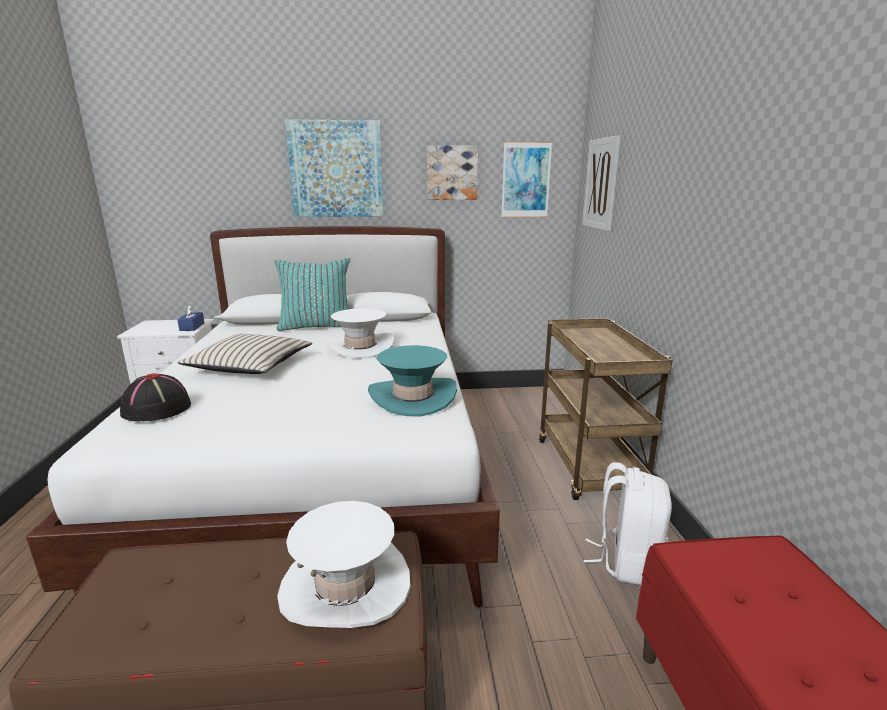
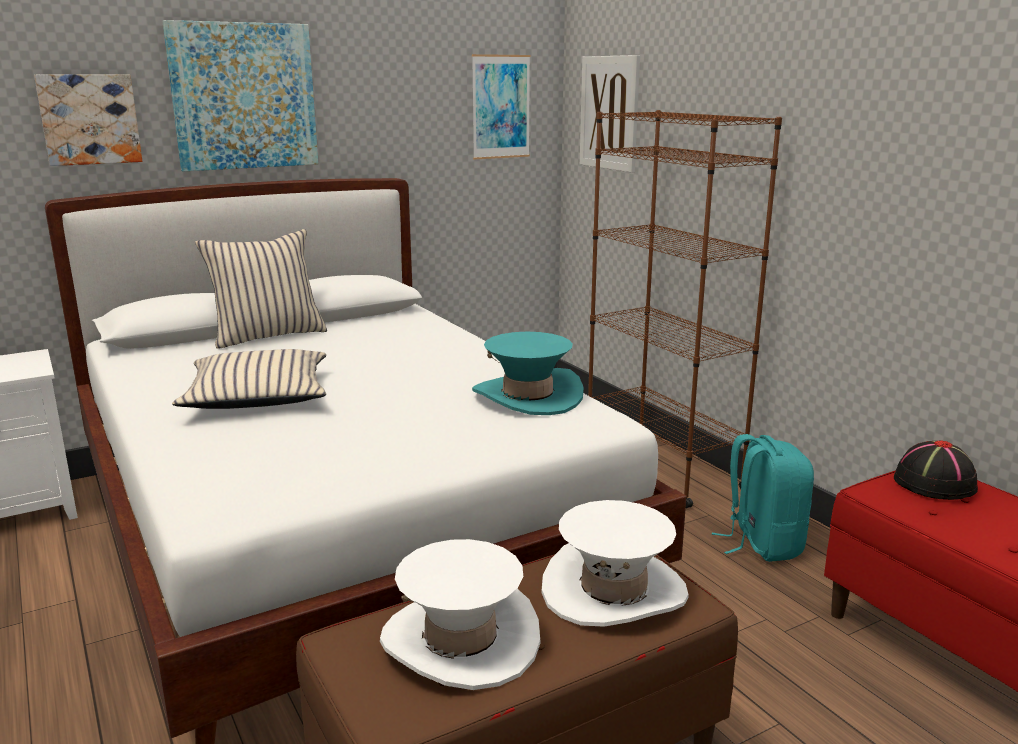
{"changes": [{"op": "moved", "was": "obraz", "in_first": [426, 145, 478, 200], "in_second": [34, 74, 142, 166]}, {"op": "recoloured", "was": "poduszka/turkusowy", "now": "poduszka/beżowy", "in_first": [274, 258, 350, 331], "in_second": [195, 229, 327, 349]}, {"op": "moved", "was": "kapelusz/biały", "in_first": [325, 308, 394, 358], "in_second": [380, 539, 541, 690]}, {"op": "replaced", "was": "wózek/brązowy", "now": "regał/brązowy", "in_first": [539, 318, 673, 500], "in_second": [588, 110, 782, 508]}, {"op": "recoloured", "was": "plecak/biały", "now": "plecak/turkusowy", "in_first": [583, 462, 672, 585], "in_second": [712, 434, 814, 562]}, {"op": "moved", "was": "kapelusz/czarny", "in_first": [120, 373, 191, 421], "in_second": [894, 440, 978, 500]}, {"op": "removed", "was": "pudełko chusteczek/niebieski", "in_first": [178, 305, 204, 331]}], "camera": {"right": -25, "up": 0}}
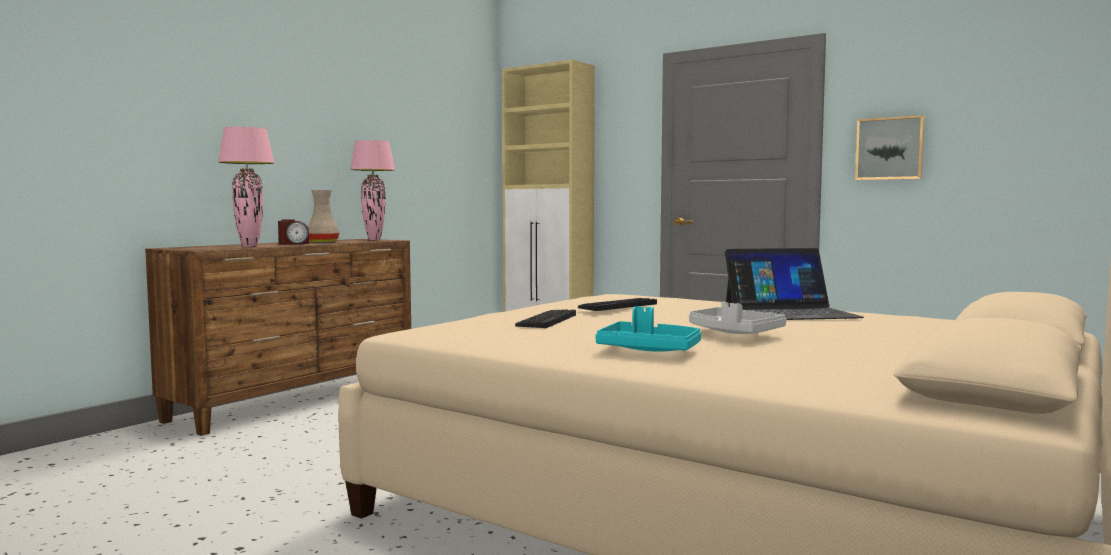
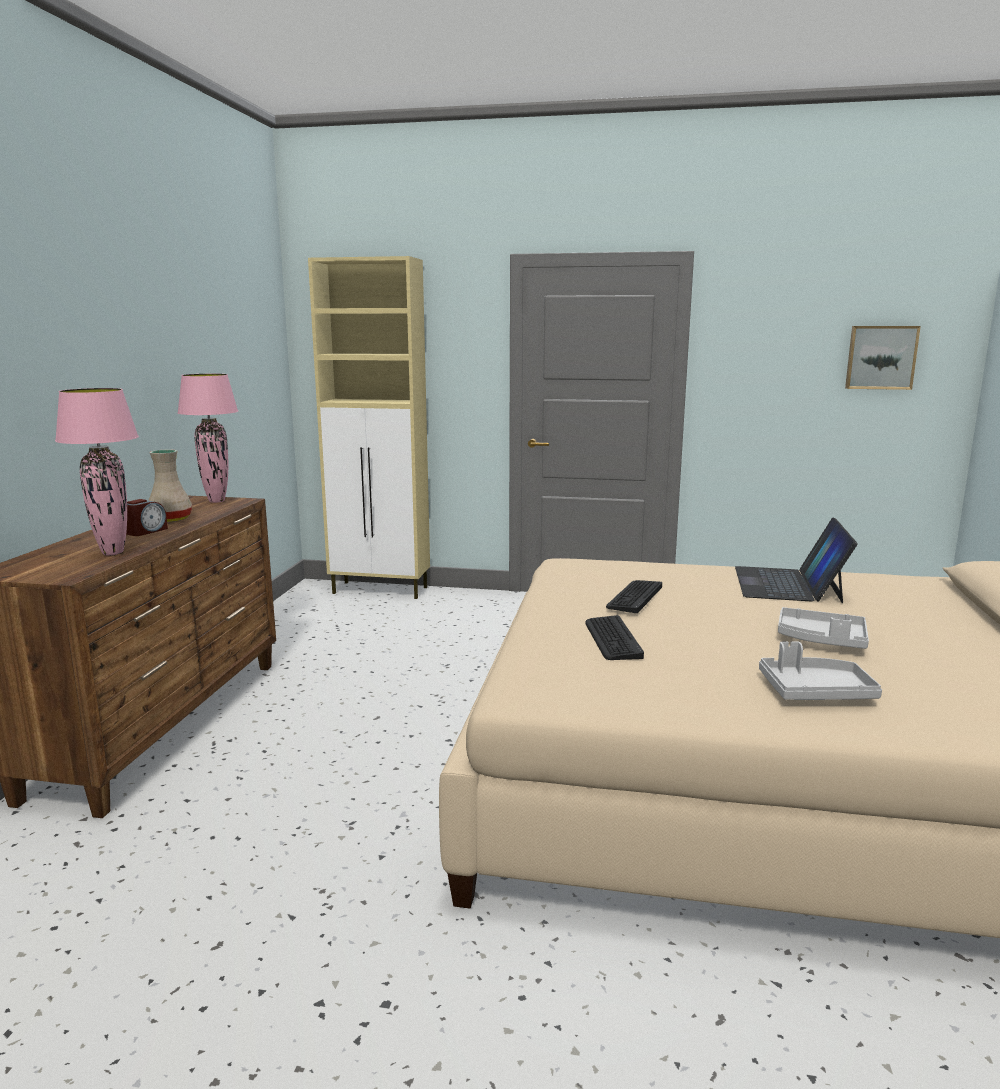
{"changes": [{"op": "turned", "was": "laptop", "in_first": [725, 248, 864, 320], "in_second": [735, 518, 858, 603], "clockwise": 135}, {"op": "recoloured", "was": "taca/turkusowy", "now": "taca/szary", "in_first": [595, 306, 701, 352], "in_second": [759, 641, 882, 700]}, {"op": "moved", "was": "obraz", "in_first": [855, 115, 925, 180], "in_second": [845, 326, 921, 390]}], "camera": {"right": -25, "up": 10}}
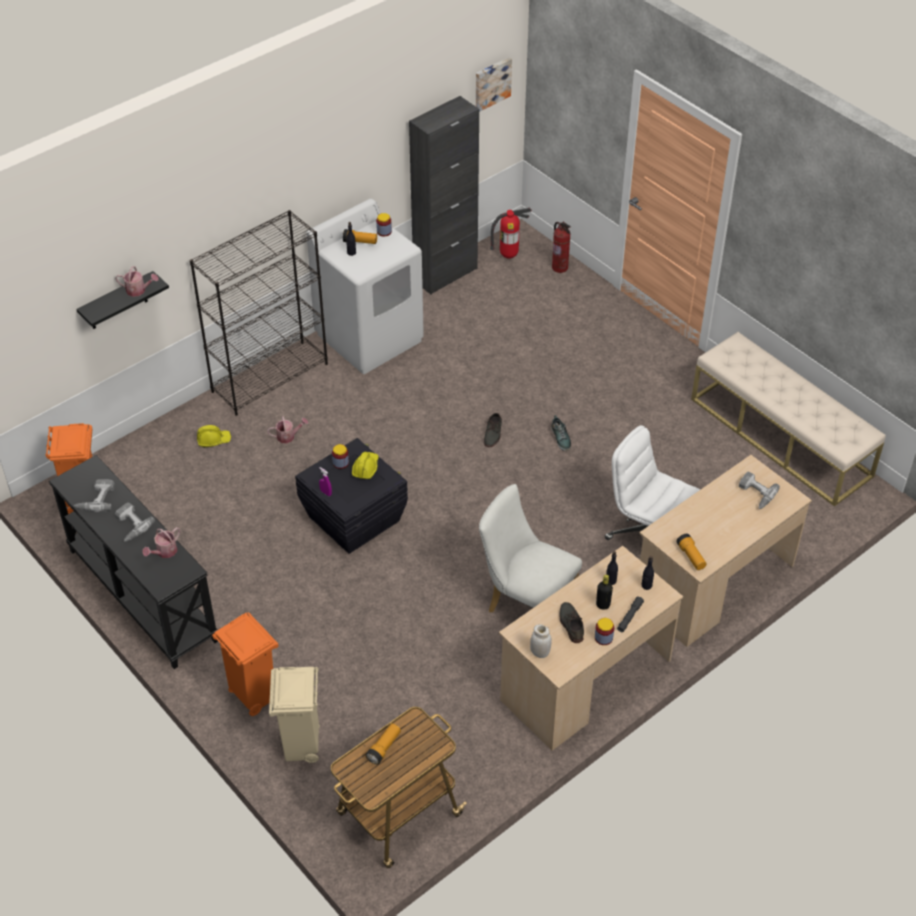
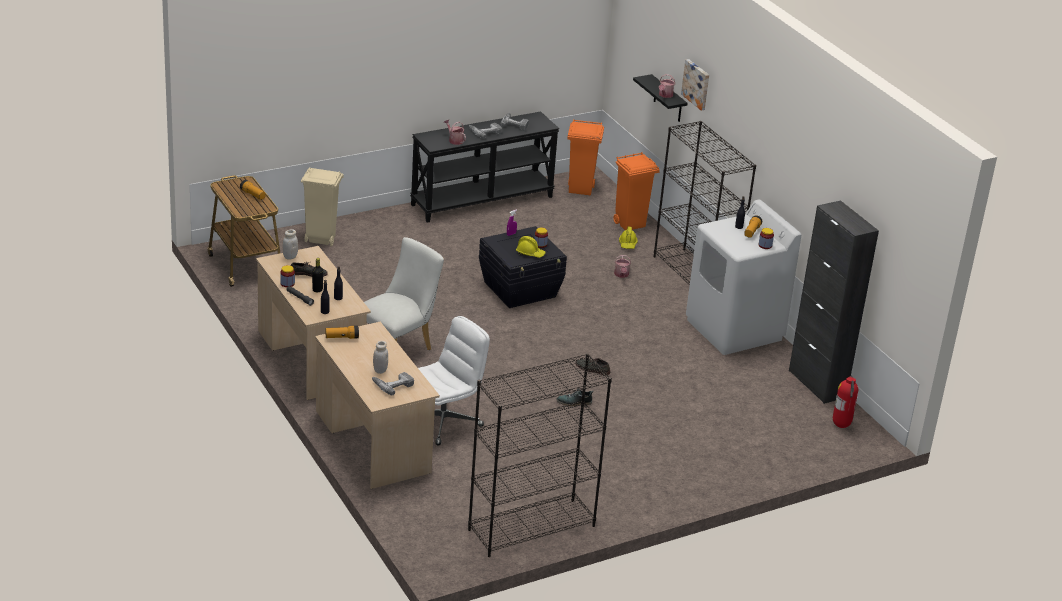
{"changes": [{"op": "added", "now": "słoik/biały", "in_second": [373, 341, 388, 374]}, {"op": "replaced", "was": "ławka/beżowy", "now": "regał/czarny", "in_first": [691, 332, 886, 506], "in_second": [468, 353, 612, 557]}, {"op": "moved", "was": "kosz na śmieci/pomarańczowy", "in_first": [212, 612, 279, 716], "in_second": [613, 152, 660, 230]}, {"op": "moved", "was": "obraz", "in_first": [476, 57, 512, 112], "in_second": [681, 59, 709, 111]}, {"op": "removed", "was": "gaśnica", "in_first": [552, 222, 571, 273]}], "camera": {"right": 100, "up": -15}}
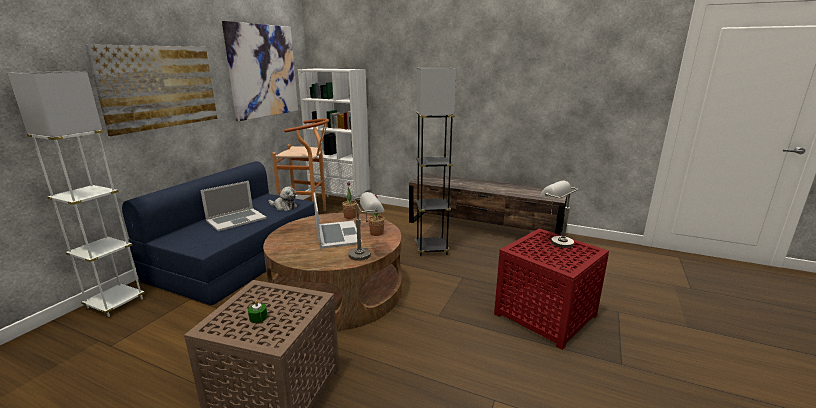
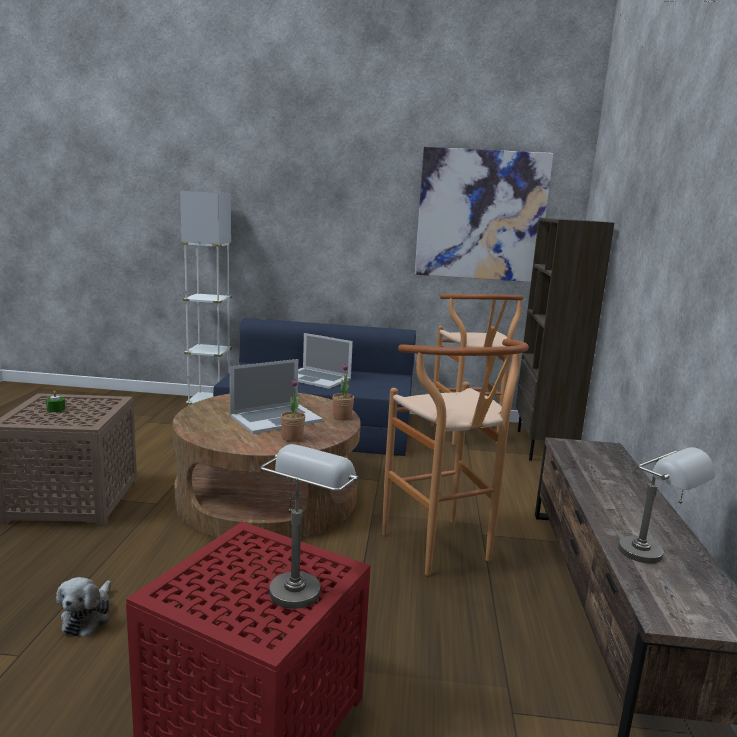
{"changes": [{"op": "moved", "was": "pluszak", "in_first": [269, 186, 297, 211], "in_second": [56, 577, 111, 636]}, {"op": "replaced", "was": "lampa stojąca/szary", "now": "stołek/brązowy", "in_first": [415, 67, 456, 256], "in_second": [382, 339, 529, 576]}, {"op": "recoloured", "was": "regał/biały", "now": "regał/brązowy", "in_first": [298, 69, 370, 202], "in_second": [516, 217, 614, 461]}, {"op": "moved", "was": "lampa stołowa/szary", "in_first": [349, 192, 384, 261], "in_second": [618, 447, 715, 564]}, {"op": "removed", "was": "obraz", "in_first": [85, 44, 217, 136]}], "camera": {"right": 70, "up": -5}}
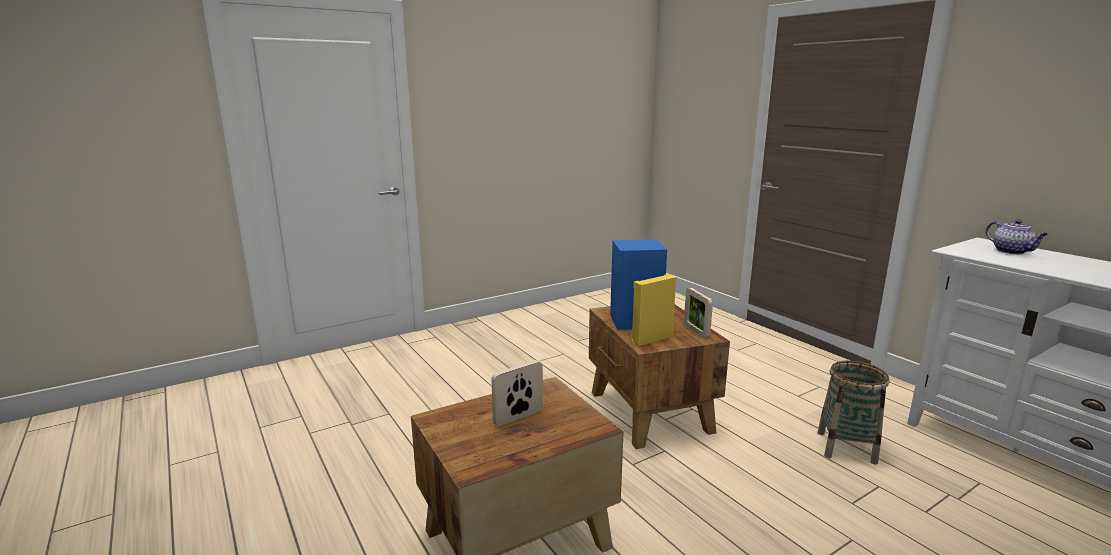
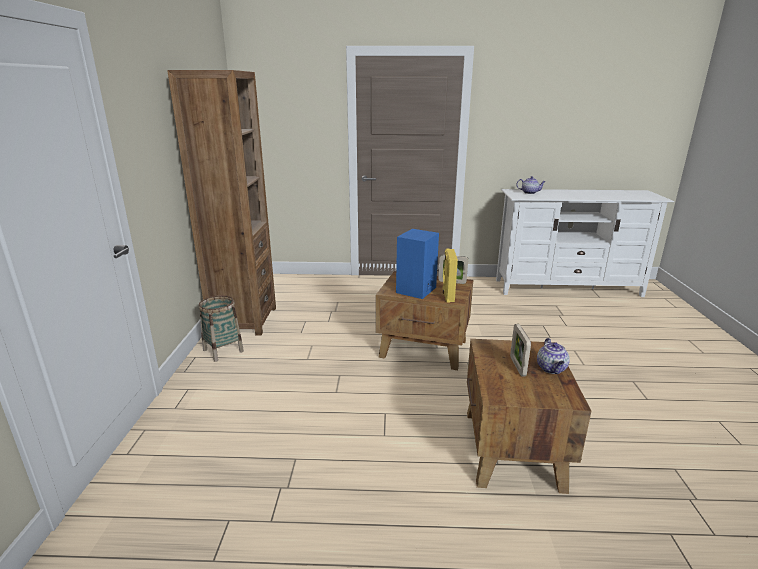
{"changes": [{"op": "added", "now": "regał/brązowy", "in_second": [167, 70, 276, 336]}, {"op": "moved", "was": "koszyk", "in_first": [818, 361, 890, 465], "in_second": [199, 295, 244, 362]}, {"op": "added", "now": "imbryk", "in_second": [537, 338, 570, 374]}], "camera": {"right": -55, "up": 5}}
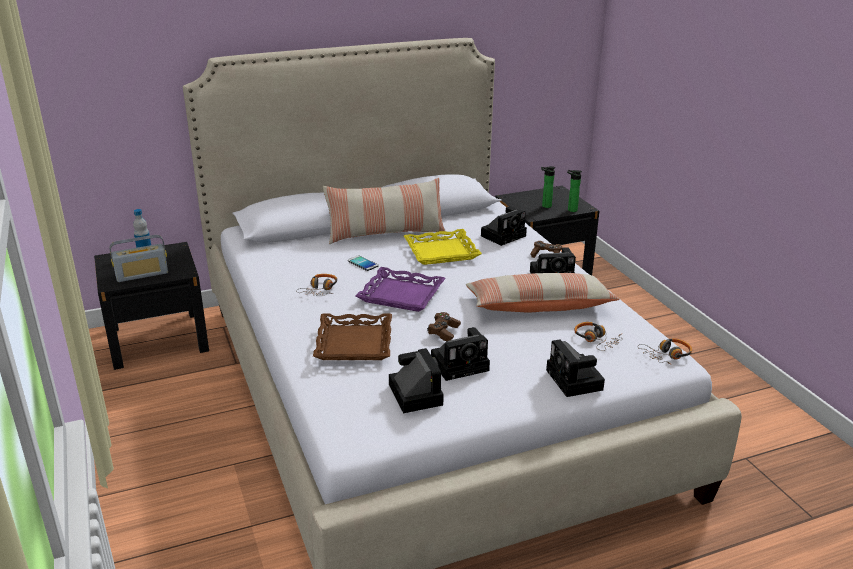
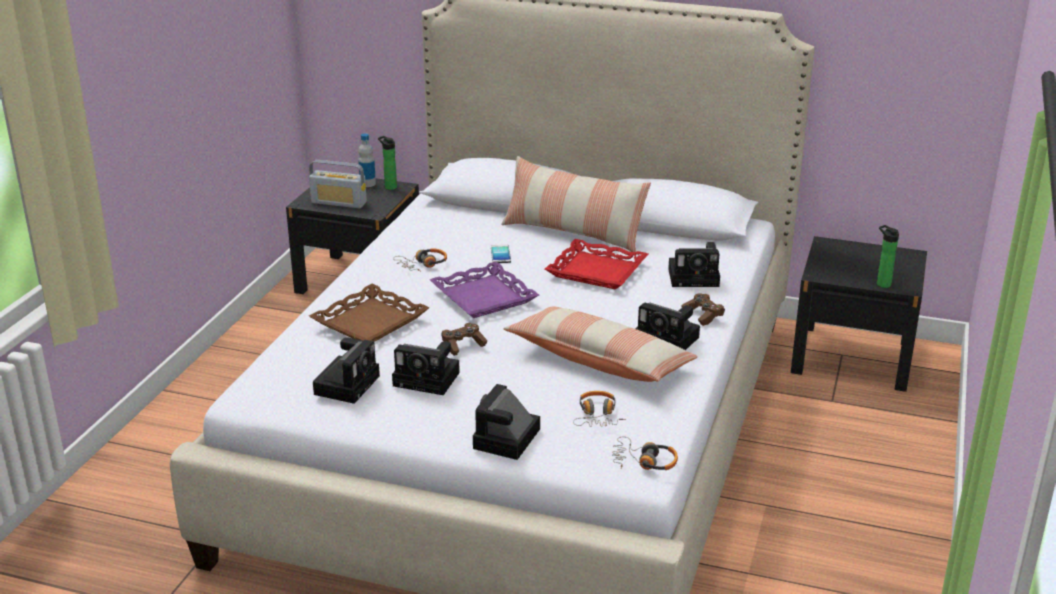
{"changes": [{"op": "moved", "was": "butelka", "in_first": [541, 166, 555, 208], "in_second": [378, 136, 397, 190]}, {"op": "recoloured", "was": "taca/żółty", "now": "taca/czerwony", "in_first": [404, 229, 482, 265], "in_second": [545, 239, 648, 289]}], "camera": {"right": 40, "up": 0}}
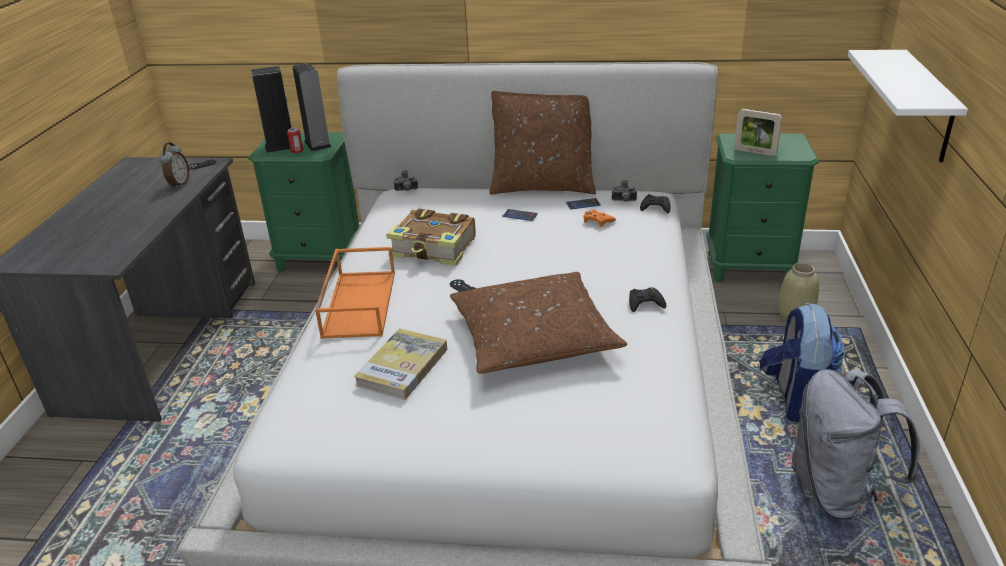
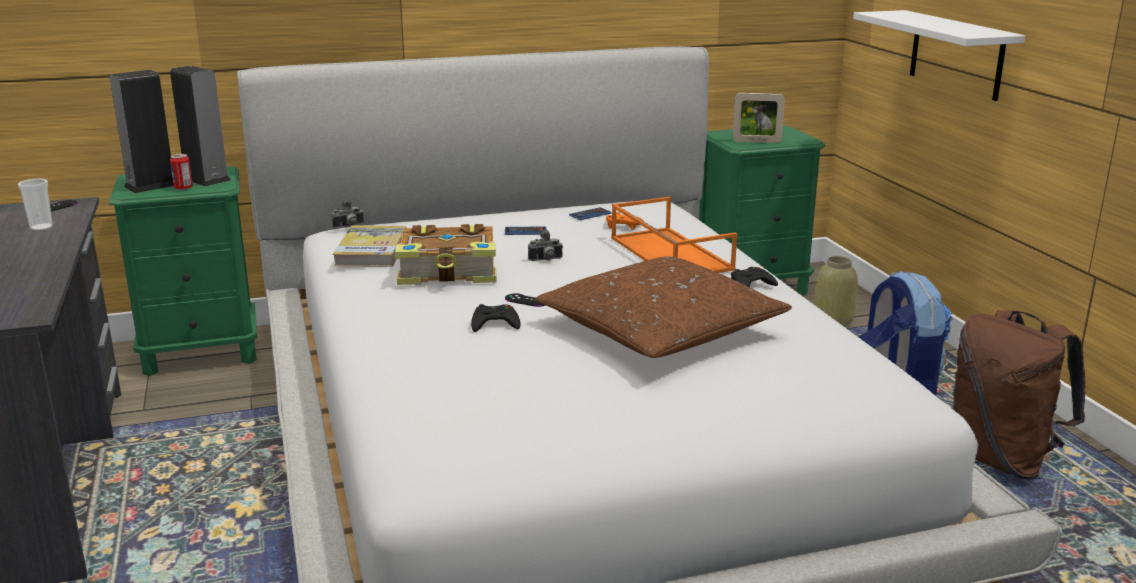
{"changes": [{"op": "replaced", "was": "budzik", "now": "filiżanka", "in_first": [159, 143, 189, 189], "in_second": [18, 179, 53, 231]}, {"op": "moved", "was": "książka", "in_first": [354, 328, 447, 400], "in_second": [333, 226, 407, 267]}, {"op": "moved", "was": "pad do gier/czarny", "in_first": [640, 194, 671, 213], "in_second": [471, 304, 521, 332]}, {"op": "moved", "was": "aparat fotograficzny", "in_first": [612, 180, 637, 202], "in_second": [528, 230, 563, 261]}, {"op": "moved", "was": "taca/pomarańczowy", "in_first": [315, 247, 395, 339], "in_second": [611, 197, 737, 273]}, {"op": "recoloured", "was": "plecak/szary", "now": "plecak/brązowy", "in_first": [791, 369, 920, 520], "in_second": [953, 310, 1085, 480]}, {"op": "removed", "was": "poduszka/brązowy", "in_first": [490, 91, 596, 195]}], "camera": {"right": -25, "up": -10}}
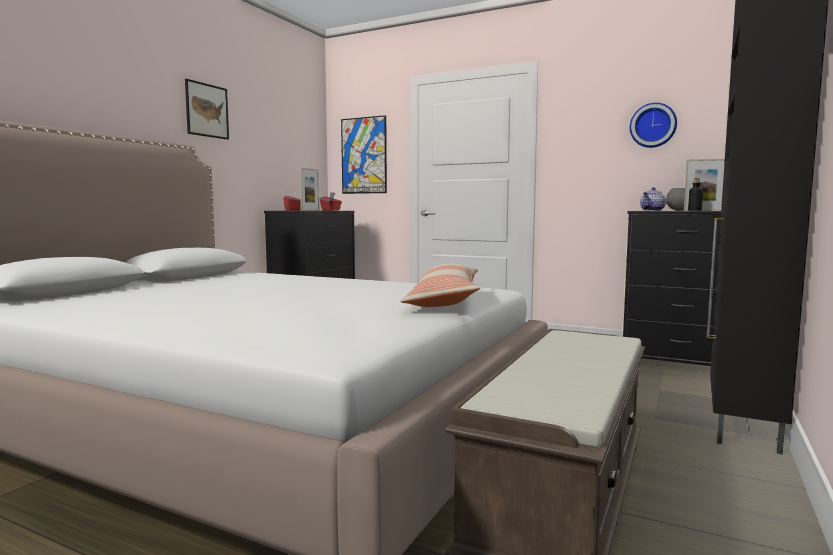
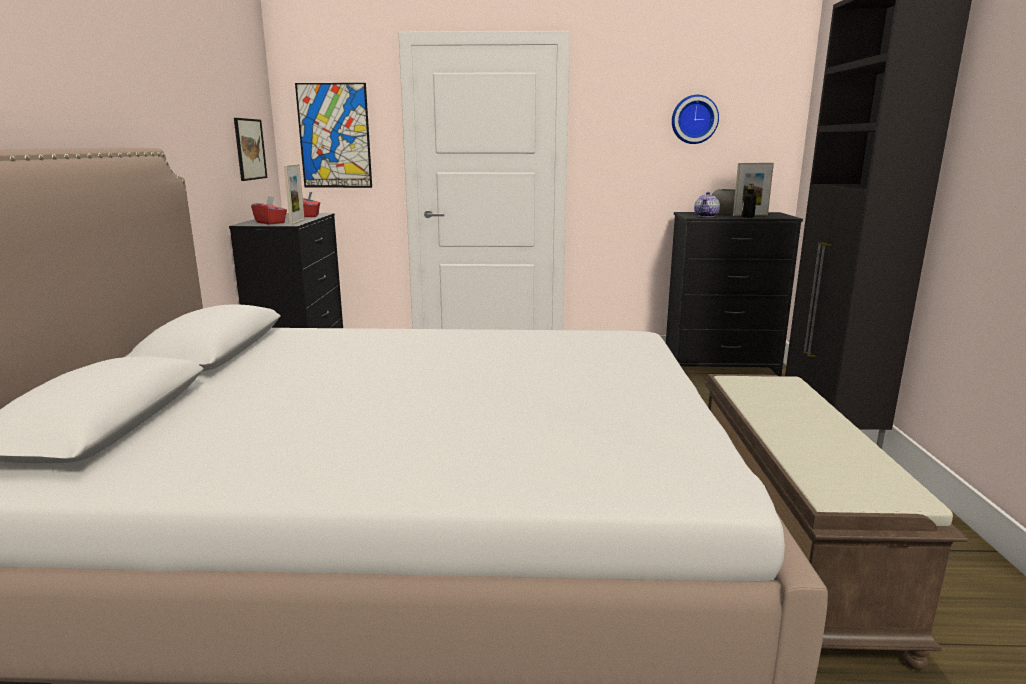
{"changes": [{"op": "moved", "was": "obraz", "in_first": [185, 79, 229, 140], "in_second": [234, 118, 267, 181]}, {"op": "removed", "was": "poduszka", "in_first": [401, 263, 480, 307]}], "camera": {"right": -25, "up": 10}}
